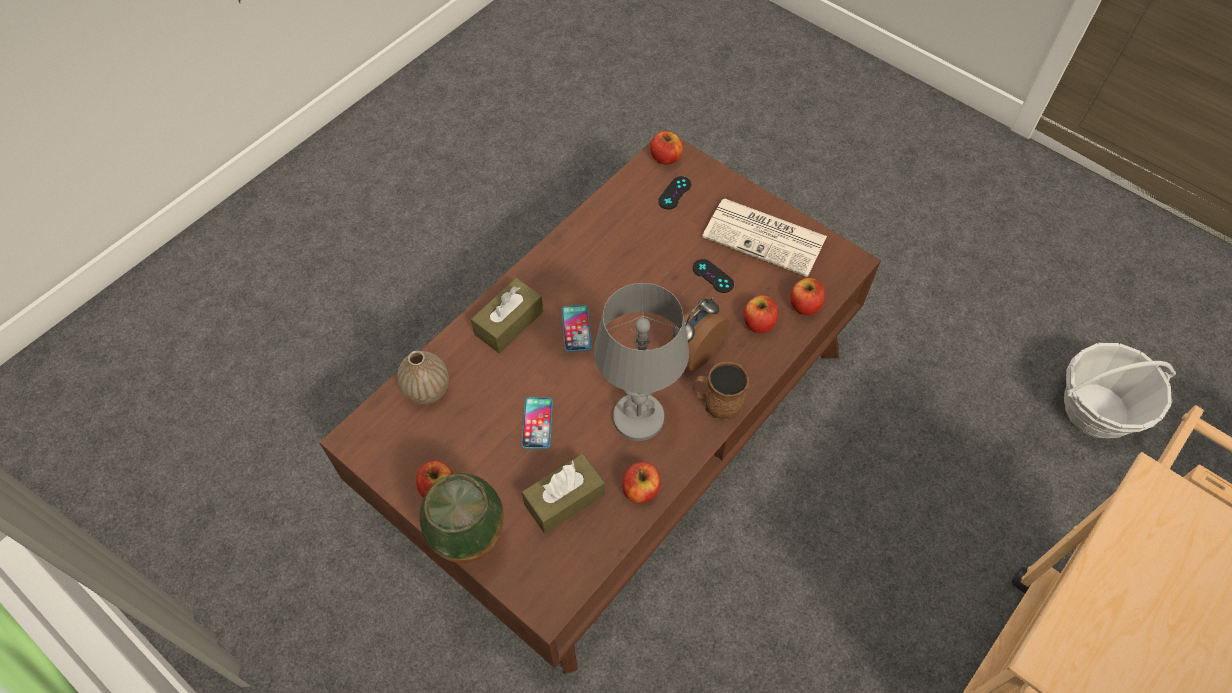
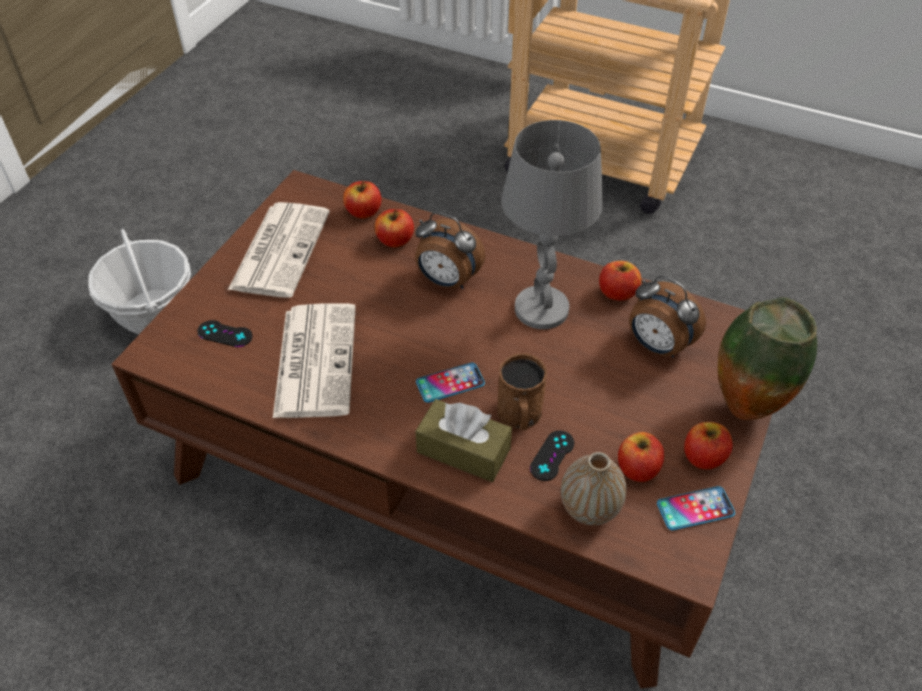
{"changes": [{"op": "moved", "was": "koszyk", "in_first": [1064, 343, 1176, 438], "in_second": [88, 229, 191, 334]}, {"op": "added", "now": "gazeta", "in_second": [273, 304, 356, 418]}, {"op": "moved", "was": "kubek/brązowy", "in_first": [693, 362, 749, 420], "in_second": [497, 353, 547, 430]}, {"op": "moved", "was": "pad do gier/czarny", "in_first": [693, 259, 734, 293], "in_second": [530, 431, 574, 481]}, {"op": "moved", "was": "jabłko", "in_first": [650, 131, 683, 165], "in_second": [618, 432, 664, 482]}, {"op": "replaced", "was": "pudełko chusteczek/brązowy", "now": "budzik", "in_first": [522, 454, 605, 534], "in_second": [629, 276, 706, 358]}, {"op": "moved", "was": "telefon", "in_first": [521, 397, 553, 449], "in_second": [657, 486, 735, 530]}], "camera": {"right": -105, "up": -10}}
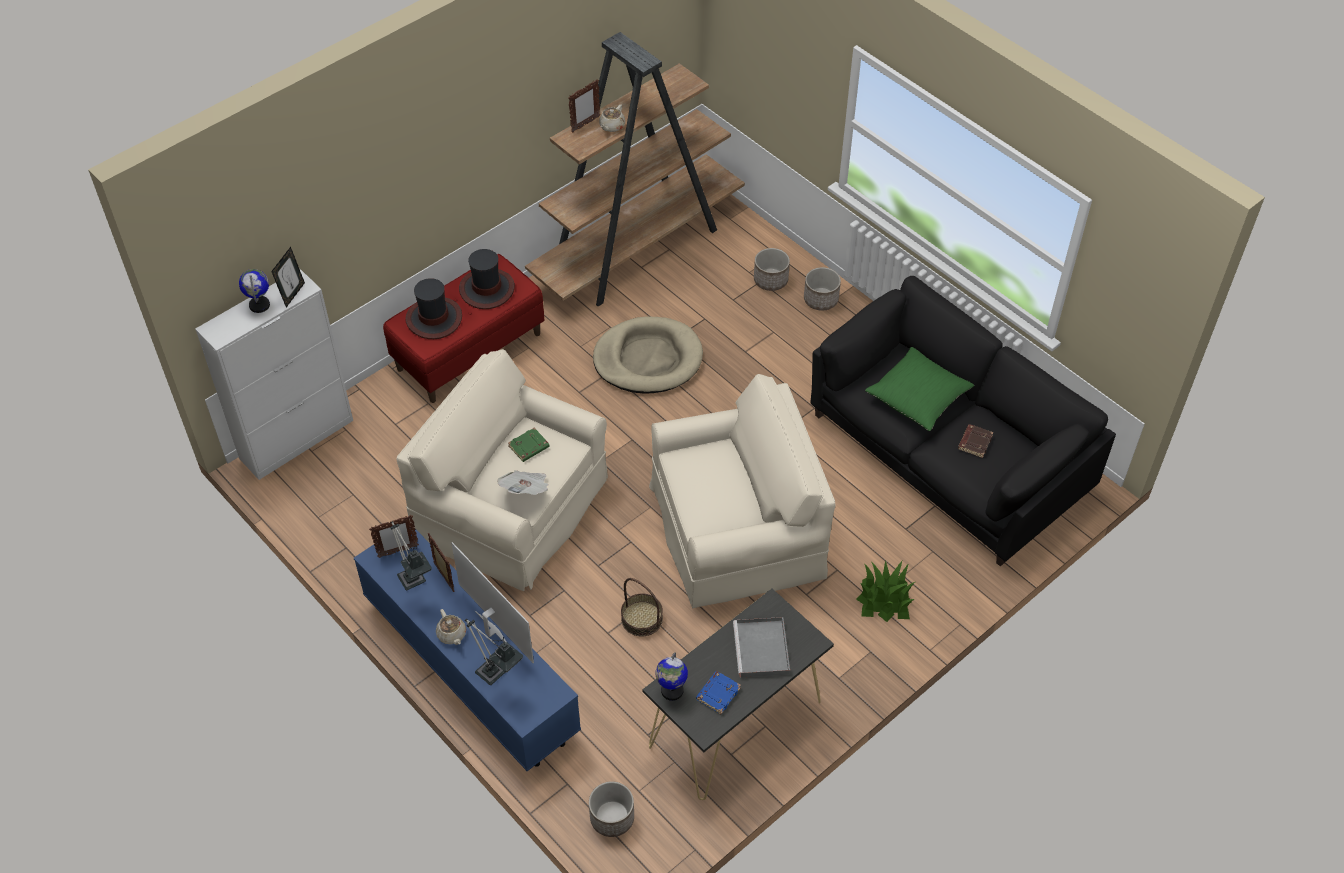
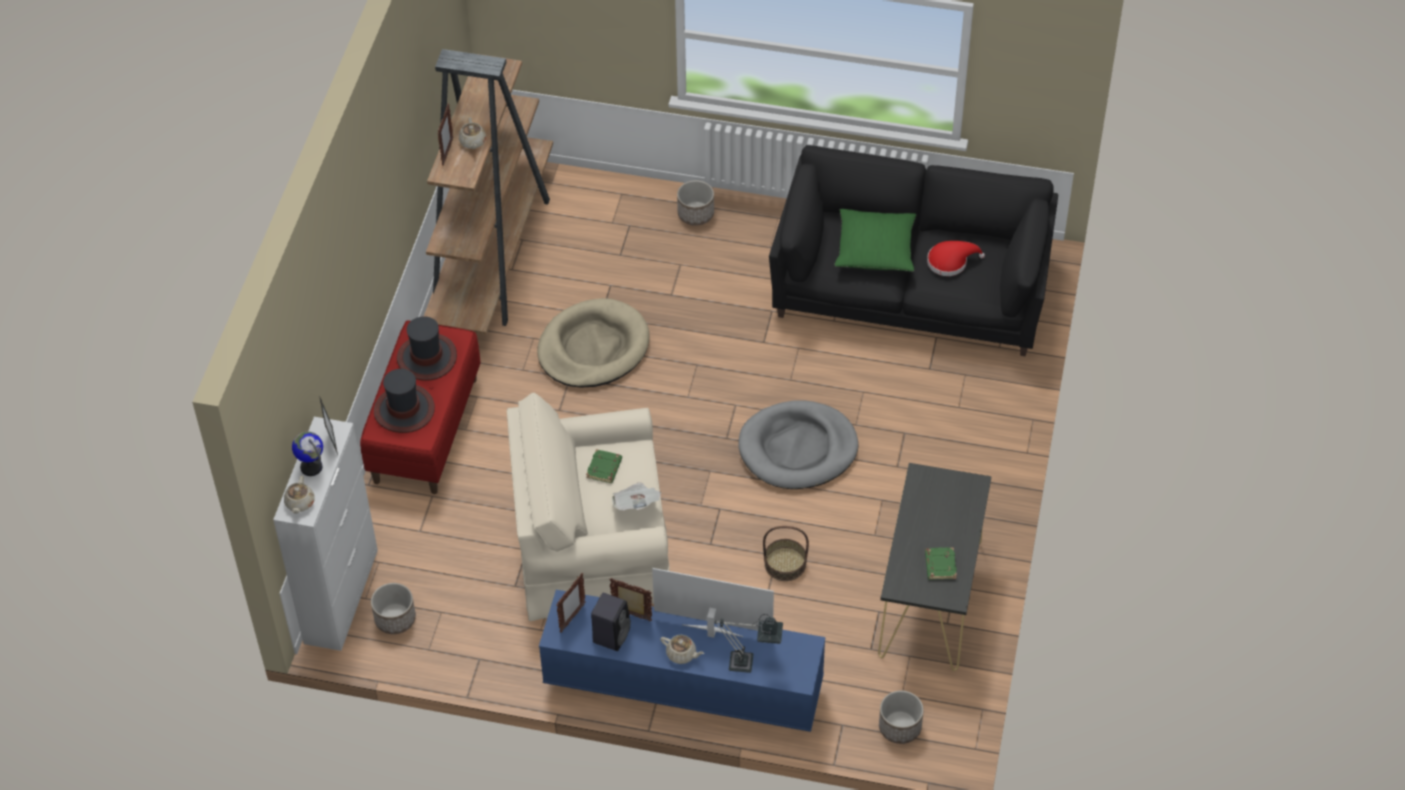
{"changes": [{"op": "added", "now": "imbryk/beżowy", "in_second": [284, 475, 315, 514]}, {"op": "moved", "was": "donica", "in_first": [754, 248, 790, 291], "in_second": [371, 583, 416, 634]}, {"op": "replaced", "was": "lampa stołowa", "now": "głośnik/czarny", "in_first": [390, 521, 432, 590], "in_second": [591, 593, 631, 651]}, {"op": "replaced", "was": "fotel/beżowy", "now": "legowisko/szary", "in_first": [649, 374, 836, 608], "in_second": [739, 401, 859, 489]}, {"op": "recoloured", "was": "książka/niebieski", "now": "książka/zielony", "in_first": [696, 671, 741, 714], "in_second": [925, 547, 957, 580]}, {"op": "replaced", "was": "książka/brązowy", "now": "kapelusz/czerwony", "in_first": [958, 424, 993, 458], "in_second": [927, 241, 985, 276]}, {"op": "removed", "was": "globus", "in_first": [656, 652, 688, 701]}, {"op": "removed", "was": "taca/szary", "in_first": [733, 617, 790, 677]}, {"op": "removed", "was": "roślina doniczkowa", "in_first": [856, 561, 915, 622]}], "camera": {"right": -35, "up": 0}}
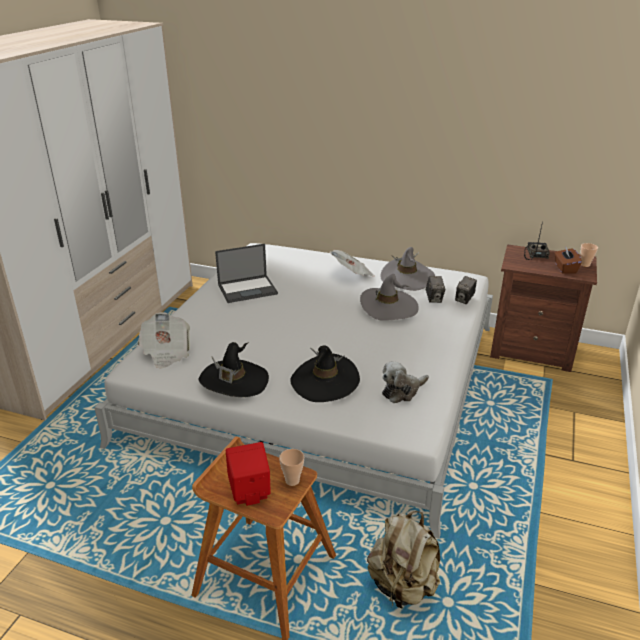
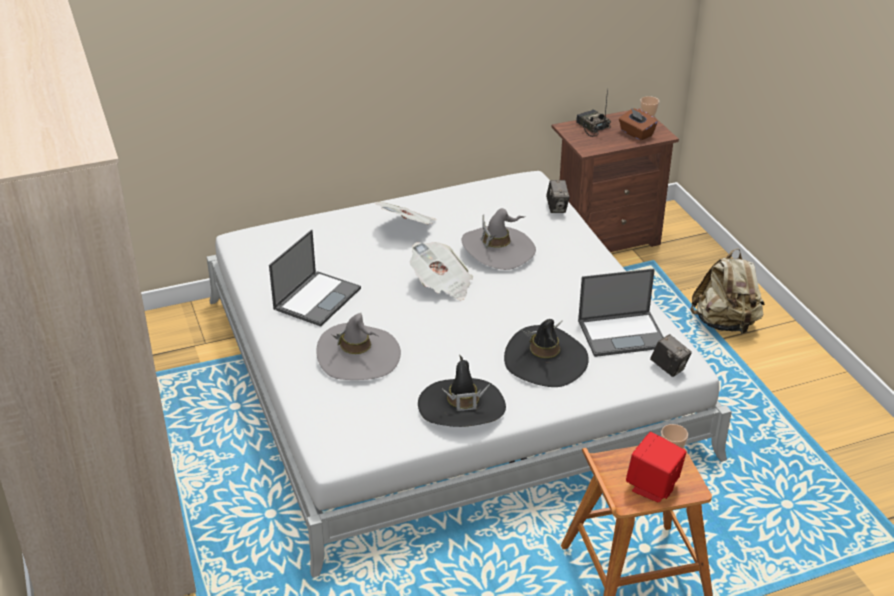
{"changes": [{"op": "moved", "was": "kapelusz/szary", "in_first": [381, 247, 435, 291], "in_second": [316, 313, 401, 380]}, {"op": "moved", "was": "gazeta", "in_first": [138, 312, 190, 369], "in_second": [409, 242, 473, 300]}, {"op": "replaced", "was": "pluszak", "now": "laptop", "in_first": [382, 361, 429, 403], "in_second": [578, 269, 664, 357]}, {"op": "moved", "was": "aparat fotograficzny", "in_first": [426, 276, 445, 303], "in_second": [650, 334, 692, 377]}, {"op": "moved", "was": "plecak/beżowy", "in_first": [367, 511, 440, 609], "in_second": [690, 248, 765, 334]}], "camera": {"right": -40, "up": 5}}
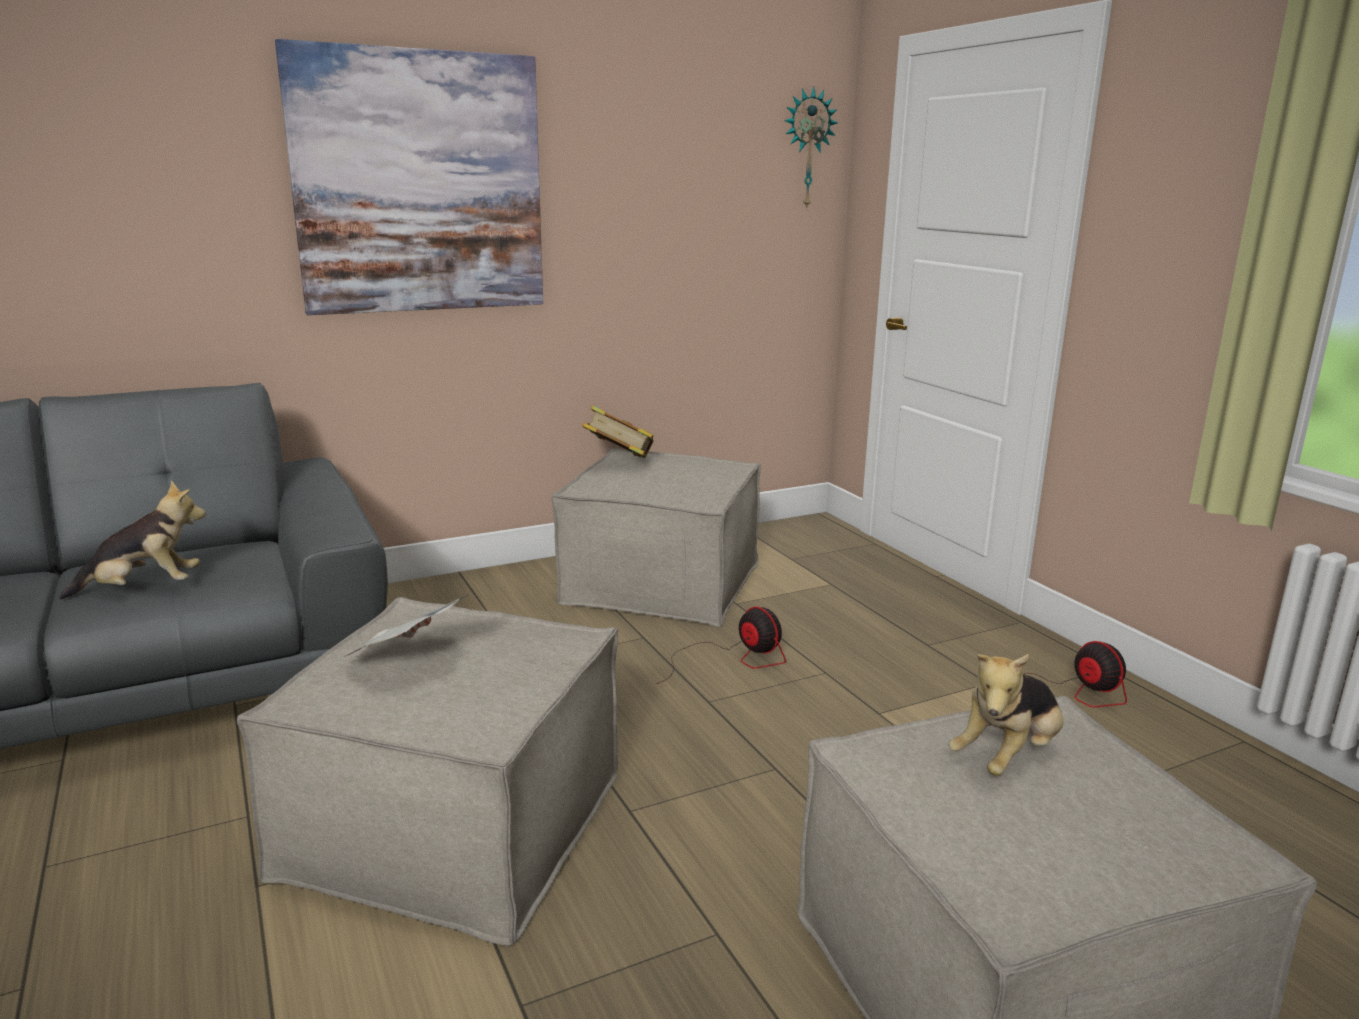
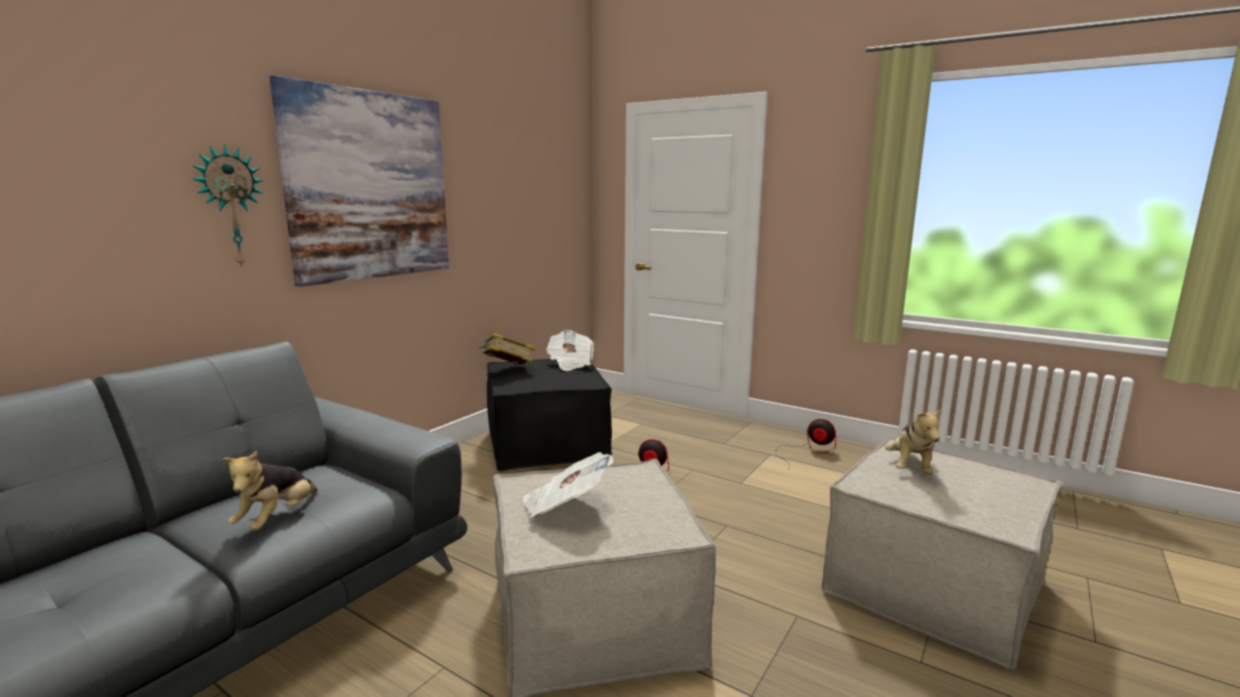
{"changes": [{"op": "moved", "was": "zegar ścienny", "in_first": [784, 86, 838, 210], "in_second": [192, 144, 264, 268]}, {"op": "turned", "was": "pluszak", "in_first": [59, 481, 206, 599], "in_second": [223, 450, 317, 531], "clockwise": 150}, {"op": "recoloured", "was": "pufa/beżowy", "now": "pufa/czarny", "in_first": [551, 448, 761, 627], "in_second": [487, 359, 612, 471]}, {"op": "added", "now": "gazeta", "in_second": [546, 330, 594, 371]}], "camera": {"right": -30, "up": -5}}
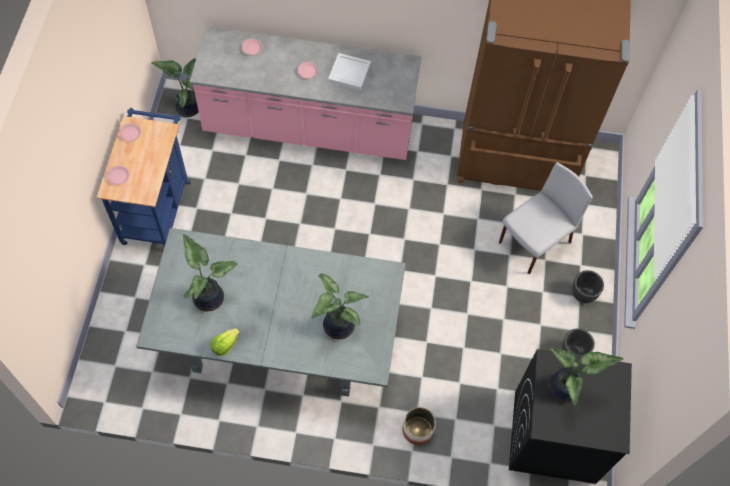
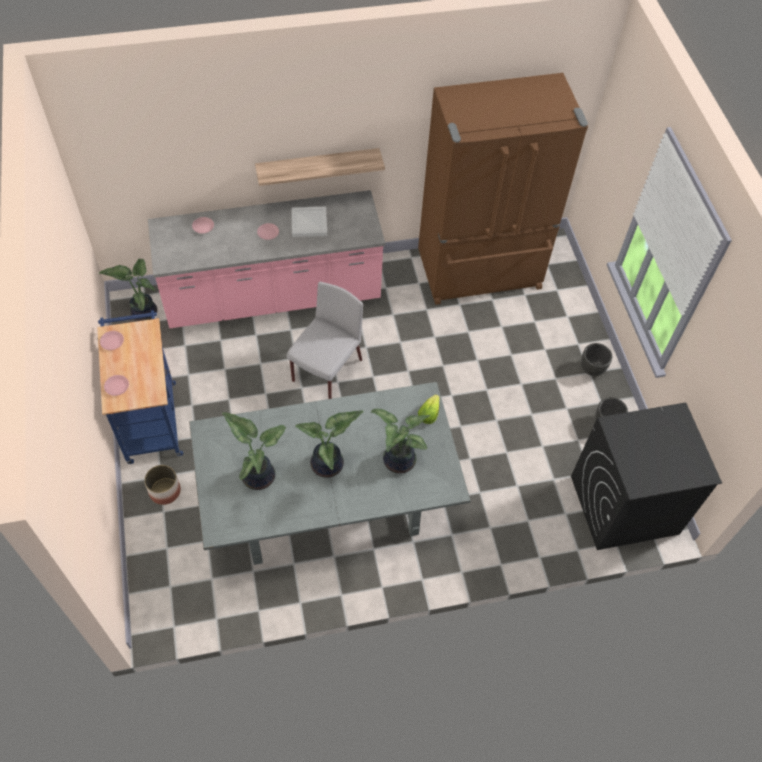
{"changes": [{"op": "moved", "was": "donica", "in_first": [403, 407, 436, 445], "in_second": [144, 465, 181, 505]}, {"op": "added", "now": "półka", "in_second": [255, 148, 385, 186]}, {"op": "moved", "was": "krzesło/szary", "in_first": [499, 162, 593, 274], "in_second": [286, 282, 363, 399]}, {"op": "moved", "was": "roślina doniczkowa", "in_first": [548, 348, 624, 405], "in_second": [295, 410, 364, 478]}, {"op": "moved", "was": "sałata", "in_first": [210, 328, 240, 356], "in_second": [418, 394, 439, 424]}], "camera": {"right": -20, "up": -5}}
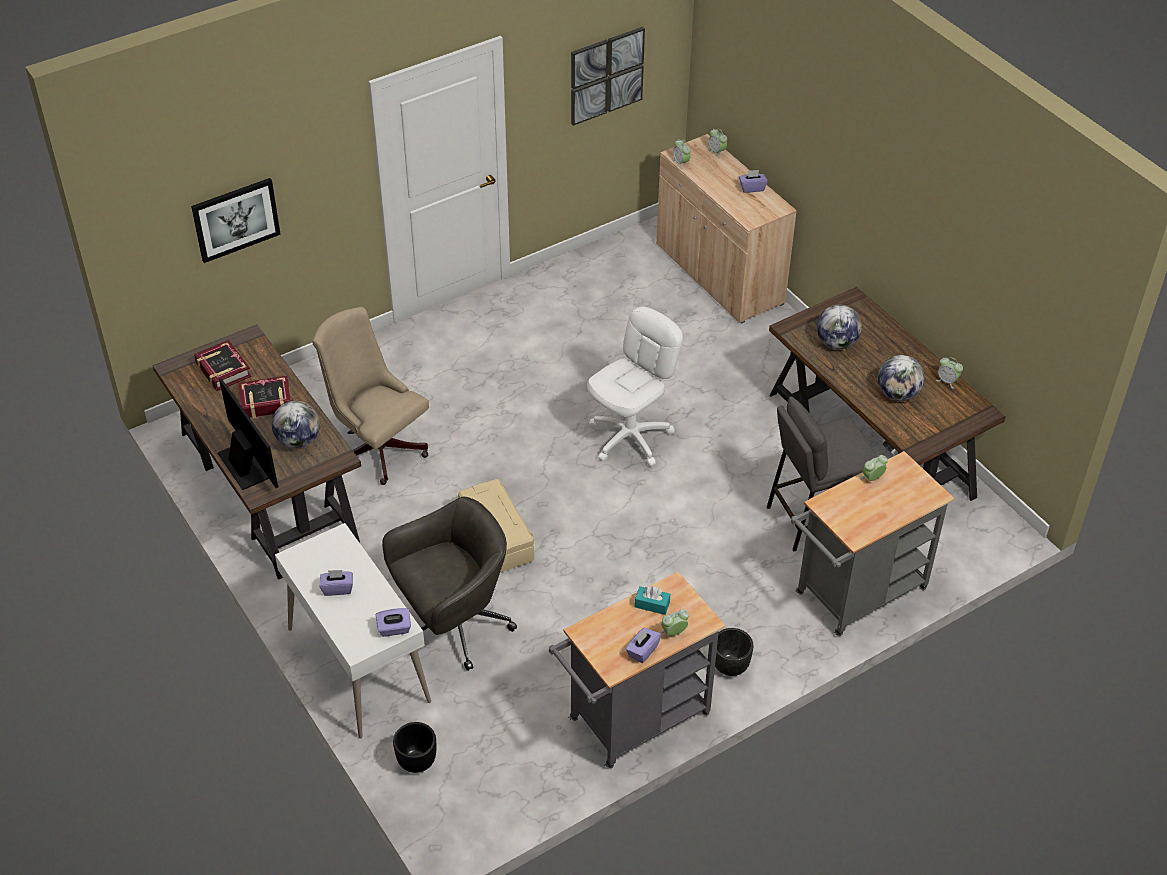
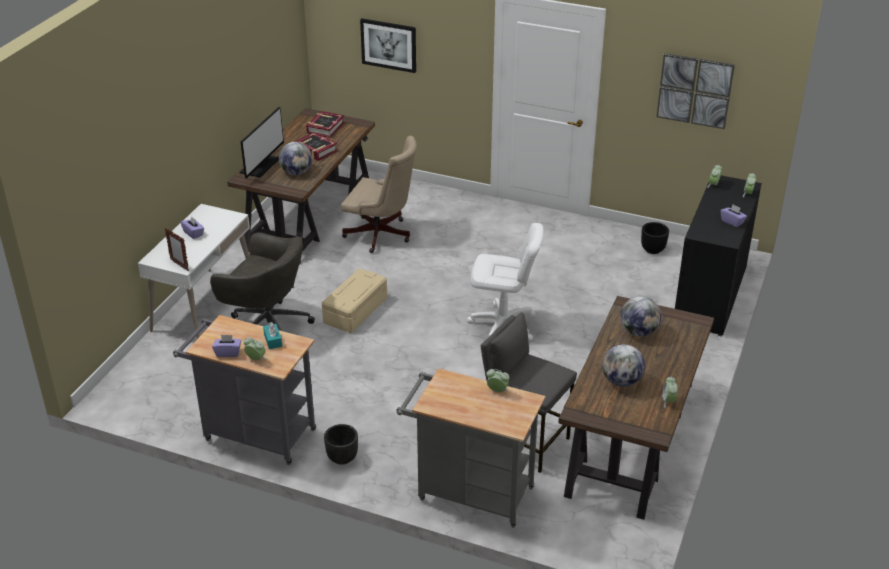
{"changes": [{"op": "replaced", "was": "pudełko chusteczek/fioletowy", "now": "ramka na zdjęcie", "in_first": [376, 608, 411, 637], "in_second": [165, 228, 189, 271]}, {"op": "turned", "was": "krzesło biurowe/beżowy", "in_first": [312, 307, 429, 485], "in_second": [341, 136, 417, 253], "clockwise": 105}, {"op": "moved", "was": "donica/czarny", "in_first": [393, 722, 436, 773], "in_second": [641, 222, 669, 254]}, {"op": "recoloured", "was": "szafka/beżowy", "now": "szafka/czarny", "in_first": [656, 134, 797, 324], "in_second": [675, 175, 762, 337]}], "camera": {"right": 55, "up": -10}}
